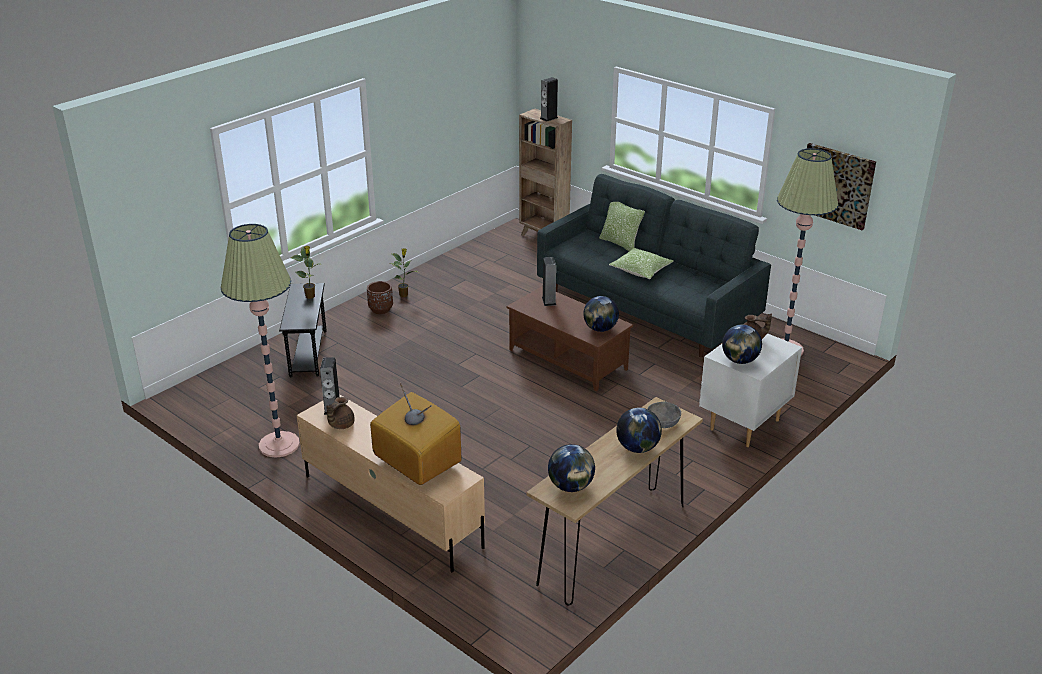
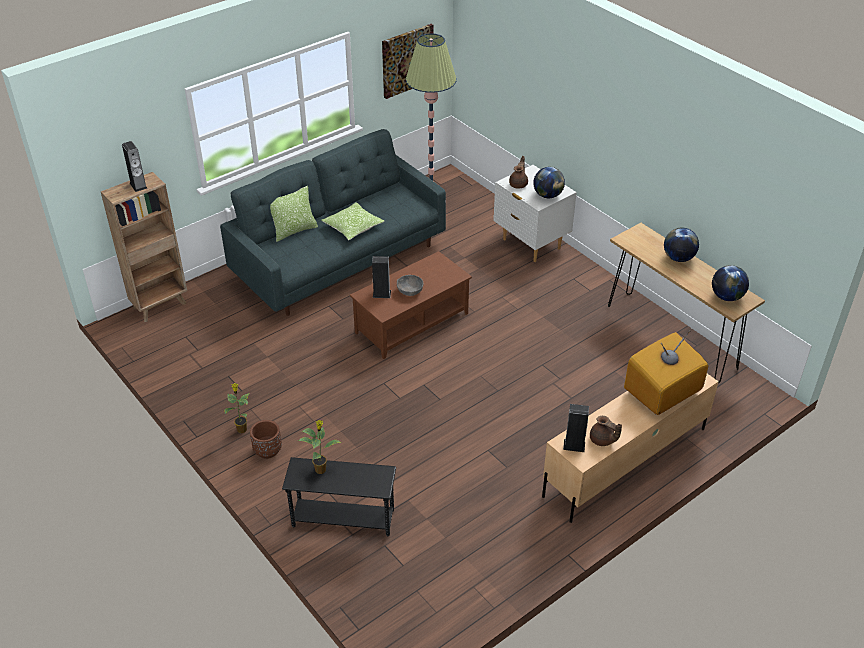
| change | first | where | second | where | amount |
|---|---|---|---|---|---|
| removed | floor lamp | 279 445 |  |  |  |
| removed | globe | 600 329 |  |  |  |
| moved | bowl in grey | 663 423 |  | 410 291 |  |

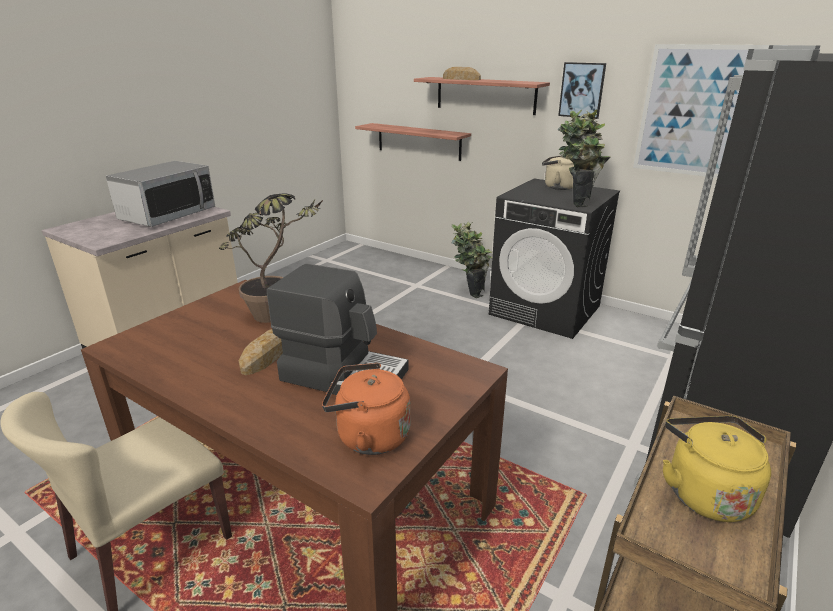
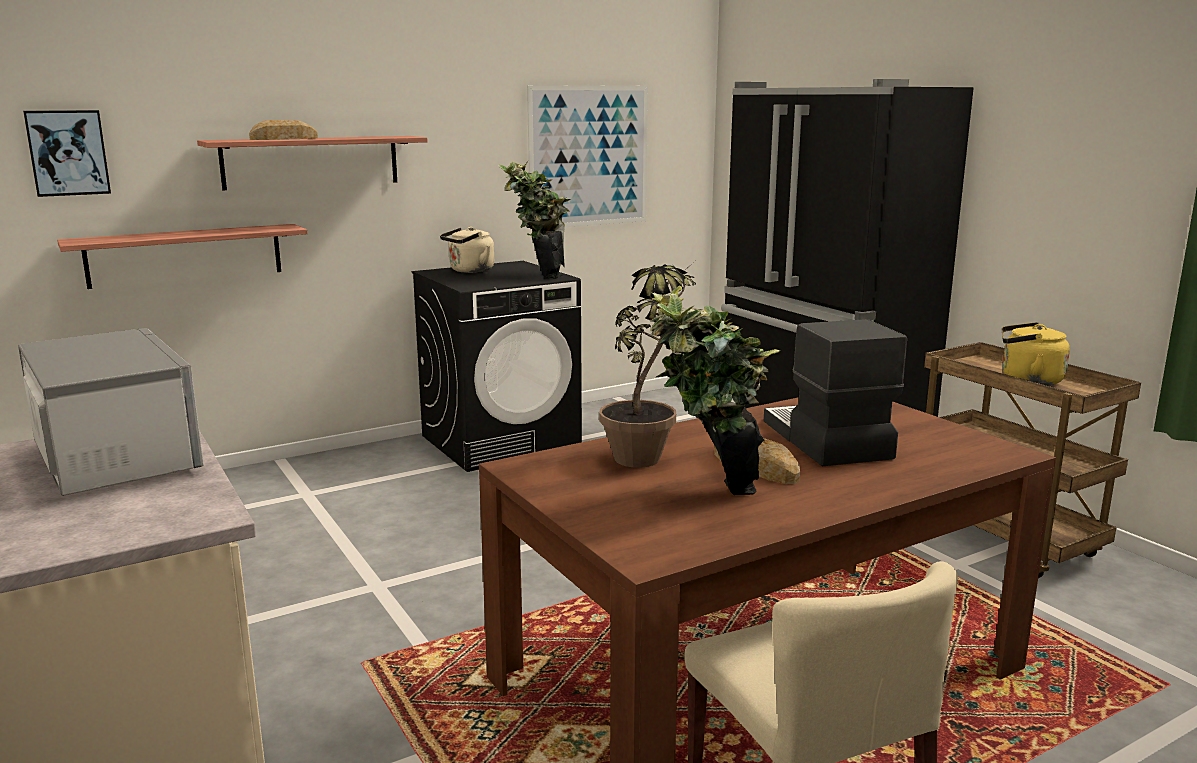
| change | first | where | second | where | amount |
|---|---|---|---|---|---|
| moved | picture | 582 90 |  | 68 153 |  |
| moved | potted plant | 468 292 |  | 708 493 |  |
| turned | coffee machine | 344 374 |  | 825 440 | 60 degrees counterclockwise |
| removed | kettle in orange | 368 436 |  |  |  |

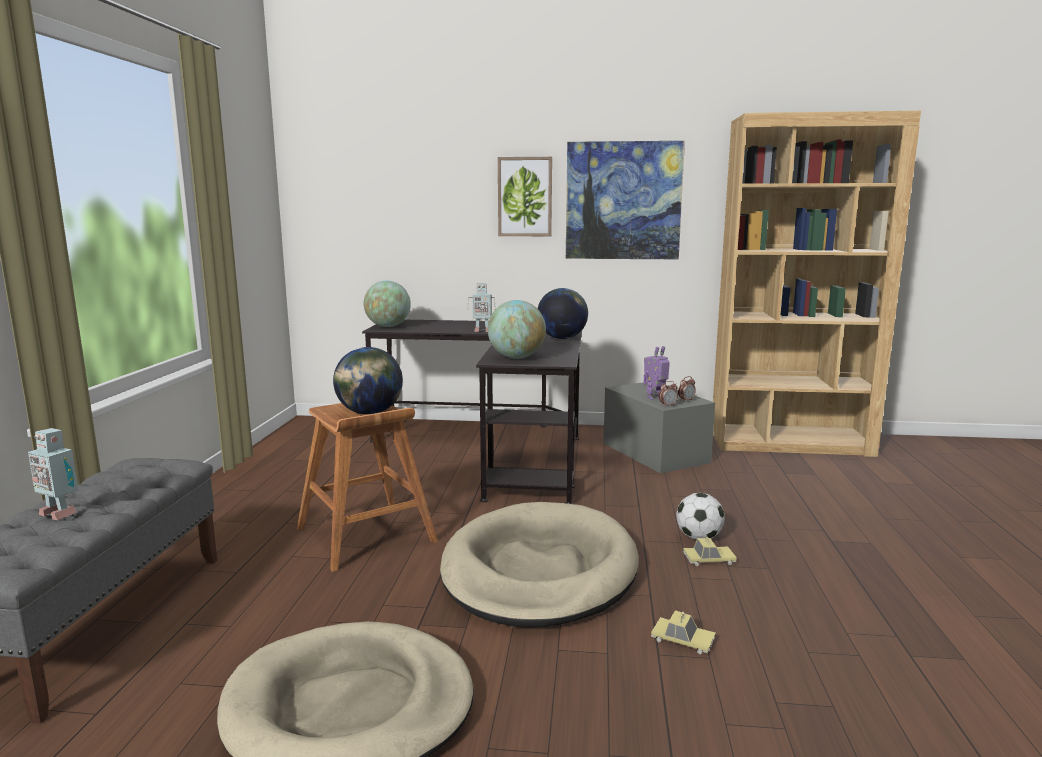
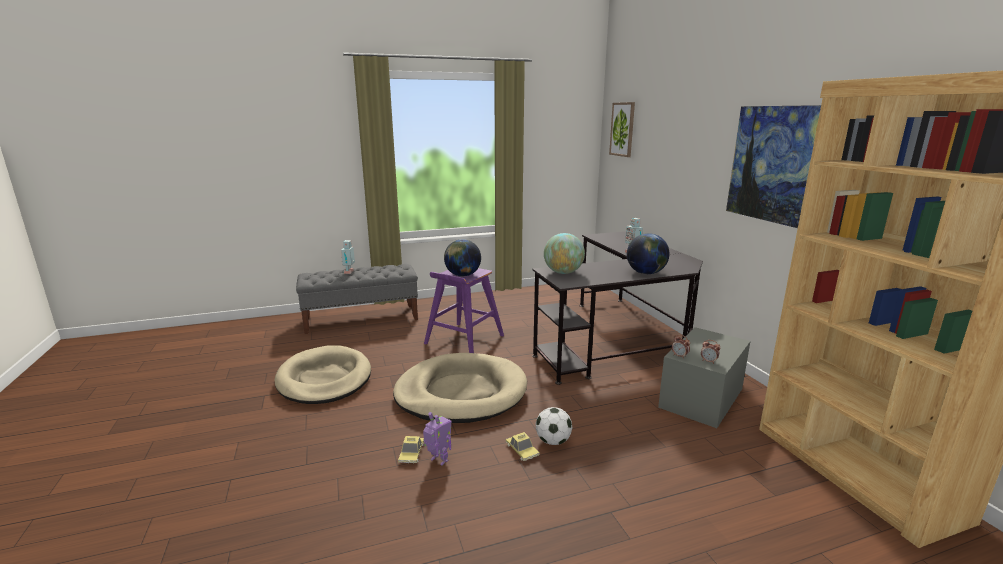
| change | first | where | second | where | amount |
|---|---|---|---|---|---|
| moved | picture | 525 197 |  | 622 129 |  |
| removed | globe | 388 326 |  |  |  |
| moved | toy robot | 655 397 |  | 438 460 |  |
| recoloured | stool in brown | 366 535 | stool in purple | 464 340 |  |

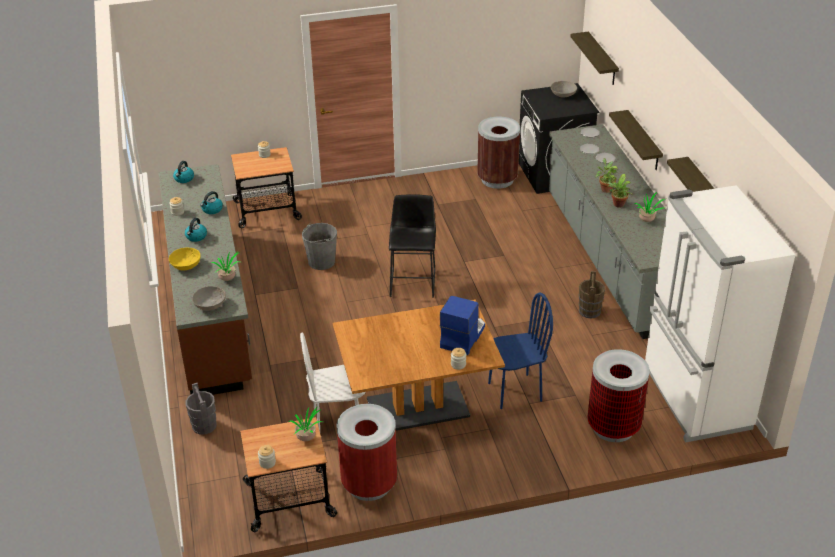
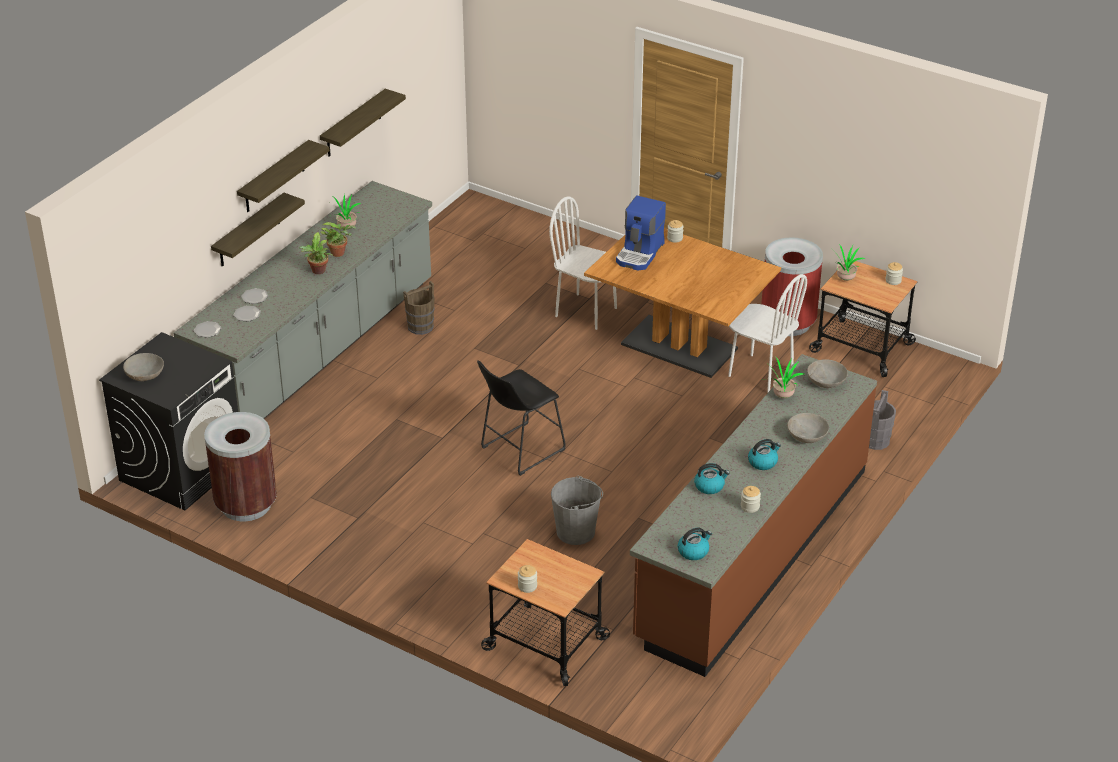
| change | first | where | second | where | amount |
|---|---|---|---|---|---|
| moved | shelf | 602 59 |  | 274 177 |  |
| removed | fridge in white | 694 399 |  |  |  |
| recoloured | bowl in yellow | 185 265 | bowl in grey | 807 436 |  |
| recoloured | chair in blue | 514 391 | chair in white | 586 312 |  |
| turned | coffee machine | 462 336 |  | 640 253 | 45 degrees counterclockwise |
| removed | trash can | 613 427 |  |  |  |

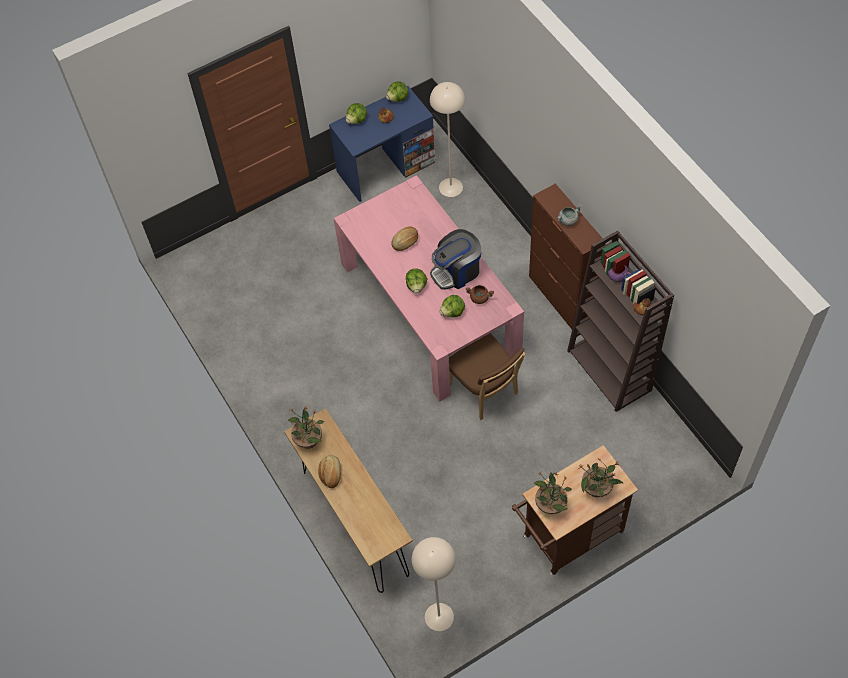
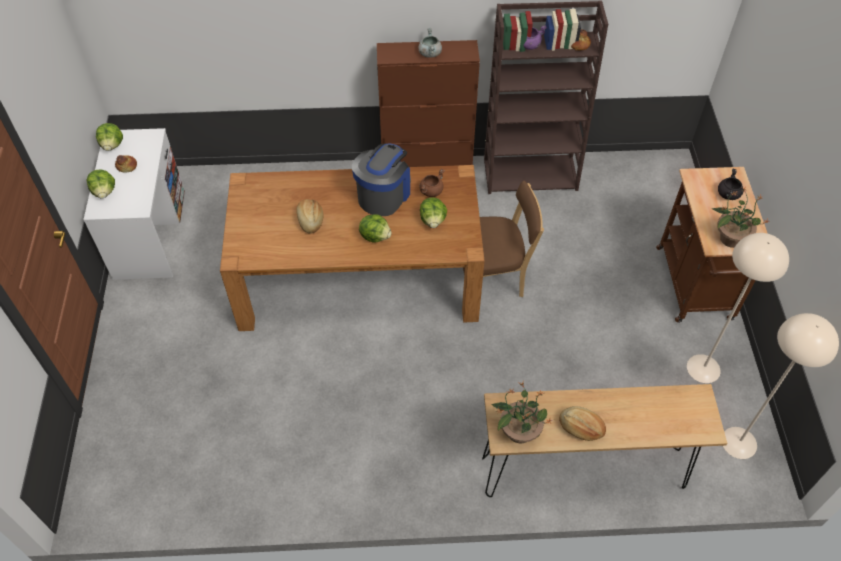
| change | first | where | second | where | amount |
|---|---|---|---|---|---|
| moved | floor lamp in beige | 451 187 |  | 703 368 |  |
| recoloured | desk in blue | 386 167 | desk in white | 150 233 |  |
| recoloured | dining table in pink | 429 308 | dining table in brown | 358 278 |  |
| turned | coffee machine | 457 271 |  | 383 195 | 150 degrees counterclockwise |
| replaced | potted plant | 597 489 | cooking pot in black | 728 195 |  |

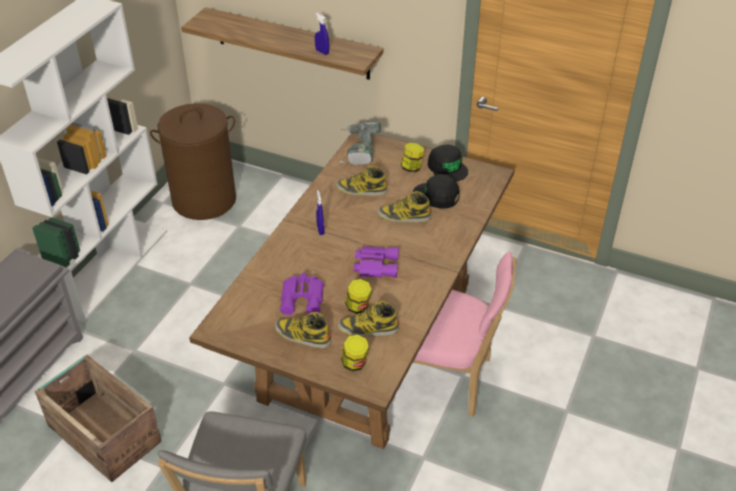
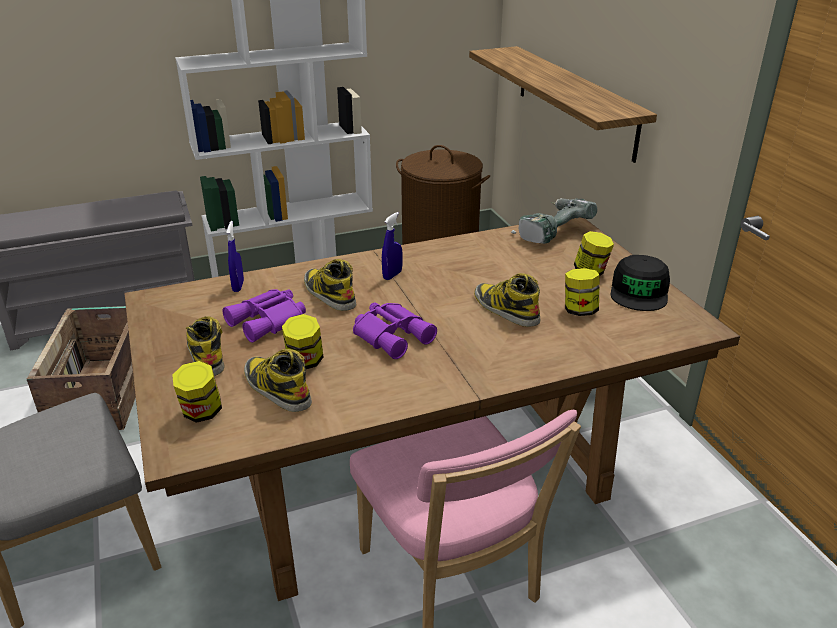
| change | first | where | second | where | amount |
|---|---|---|---|---|---|
| moved | spray bottle in blue | 322 52 |  | 238 286 |  |
| moved | boot | 361 190 |  | 328 294 |  |
| replaced | cap in black | 436 196 | jar | 579 310 |  |

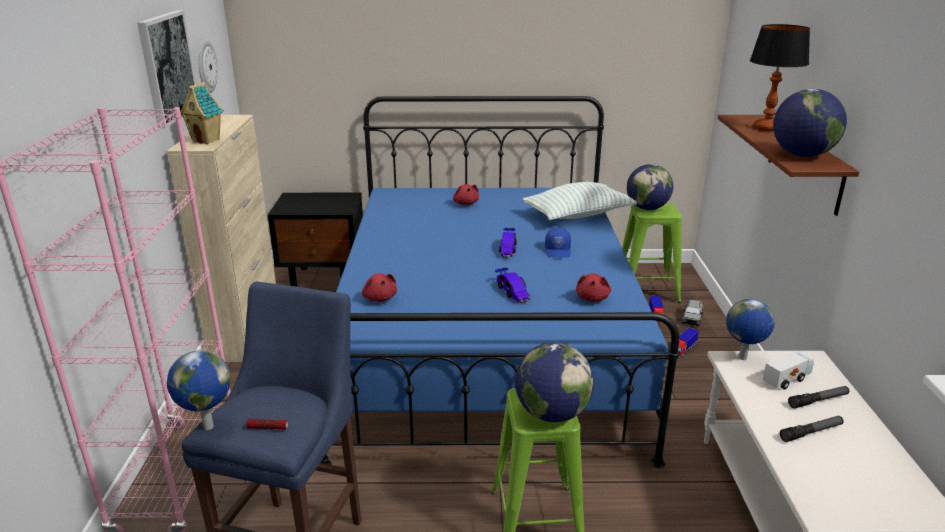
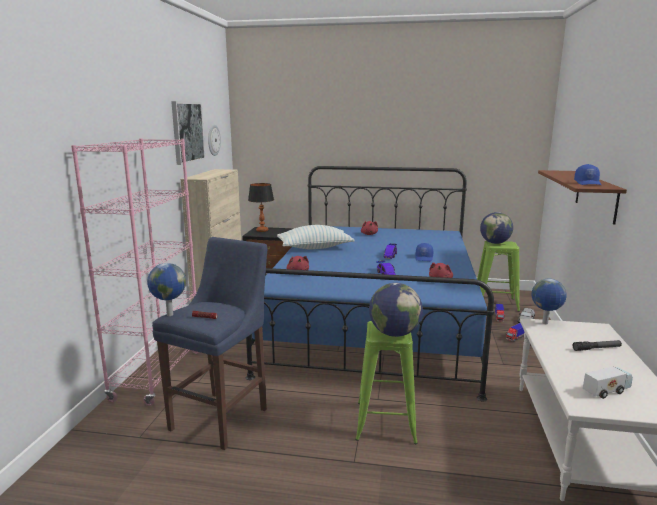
| change | first | where | second | where | amount |
|---|---|---|---|---|---|
| moved | table lamp | 766 128 |  | 262 230 |  |
| removed | toy house | 207 141 |  |  |  |
| replaced | globe | 802 155 | cap in blue | 588 183 |  |
| moved | pillow | 578 215 |  | 315 248 |  |
| moved | toy truck | 786 378 |  | 606 390 |  |
| removed | flashlight | 811 432 |  |  |  |

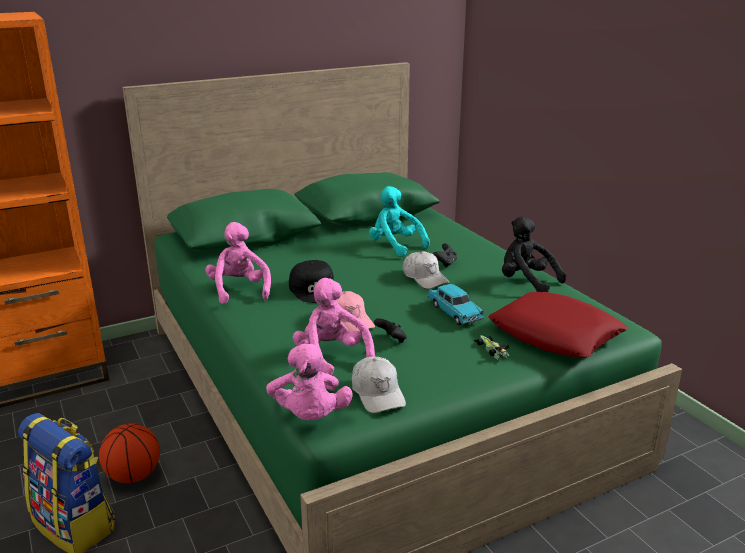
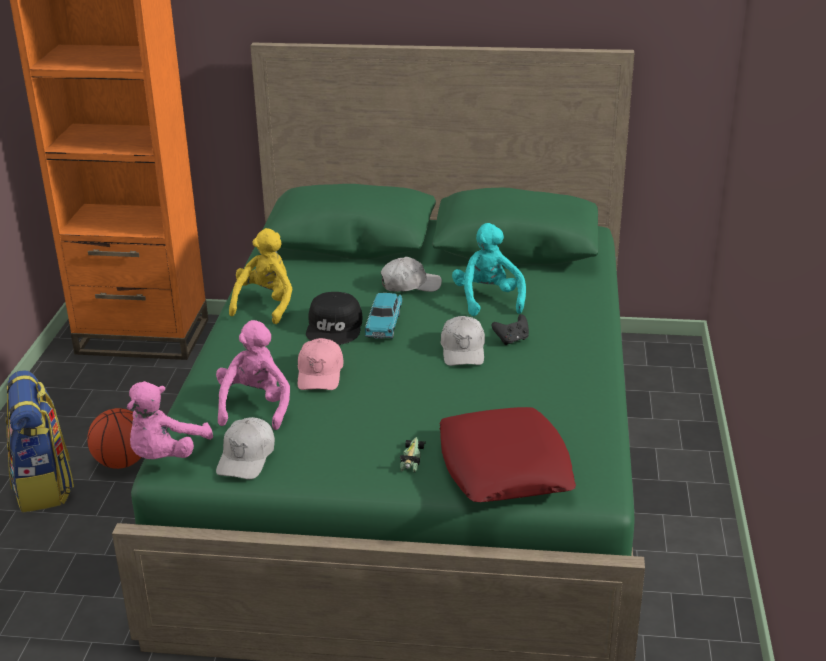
| change | first | where | second | where | amount |
|---|---|---|---|---|---|
| removed | plush toy in black | 526 282 |  |  |  |
| recoloured | plush toy in pink | 239 290 | plush toy in yellow | 266 304 |  |
| moved | toy car in turquoise | 454 313 |  | 384 325 |  |
| removed | game controller in black | 391 340 |  |  |  |
| added |  |  | cap in white | 410 285 |  |

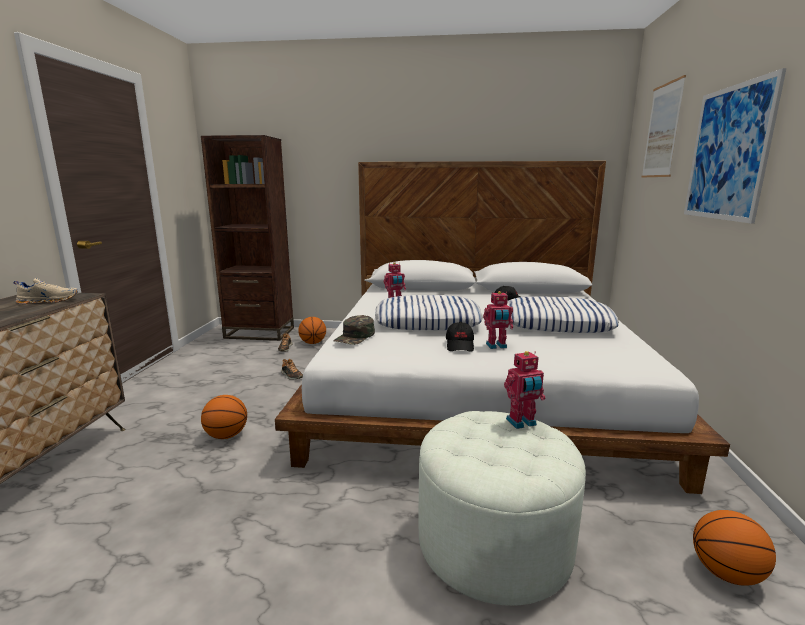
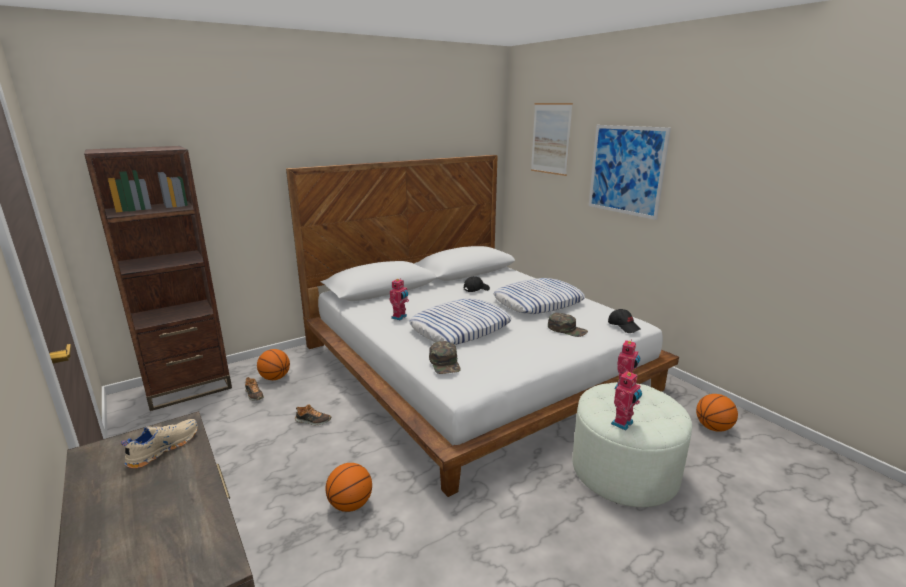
| change | first | where | second | where | amount |
|---|---|---|---|---|---|
| moved | toy robot | 496 346 |  | 623 424 |  |
| moved | cap in black | 460 345 |  | 623 326 |  |
| added |  |  | cap in green | 567 329 |  |

